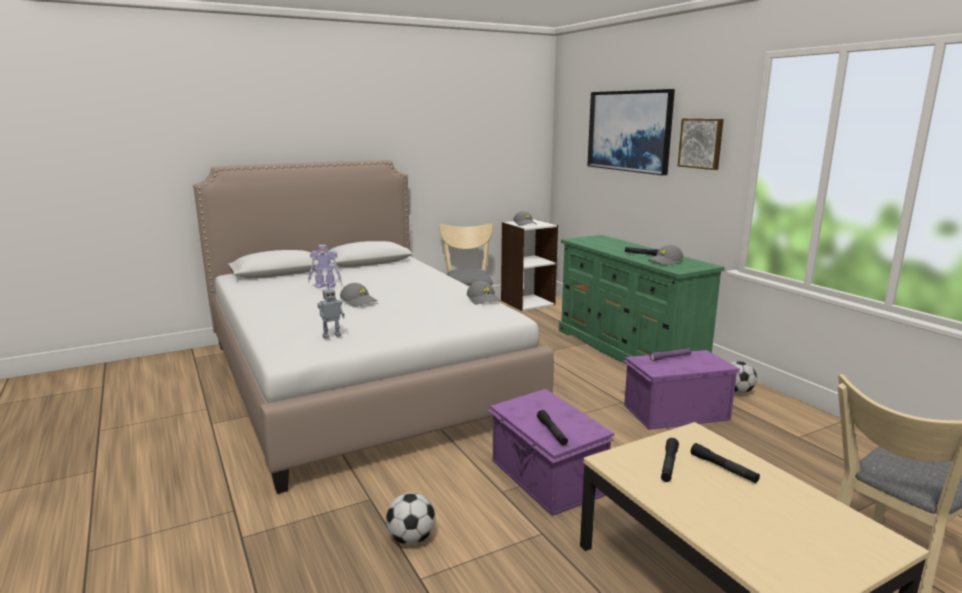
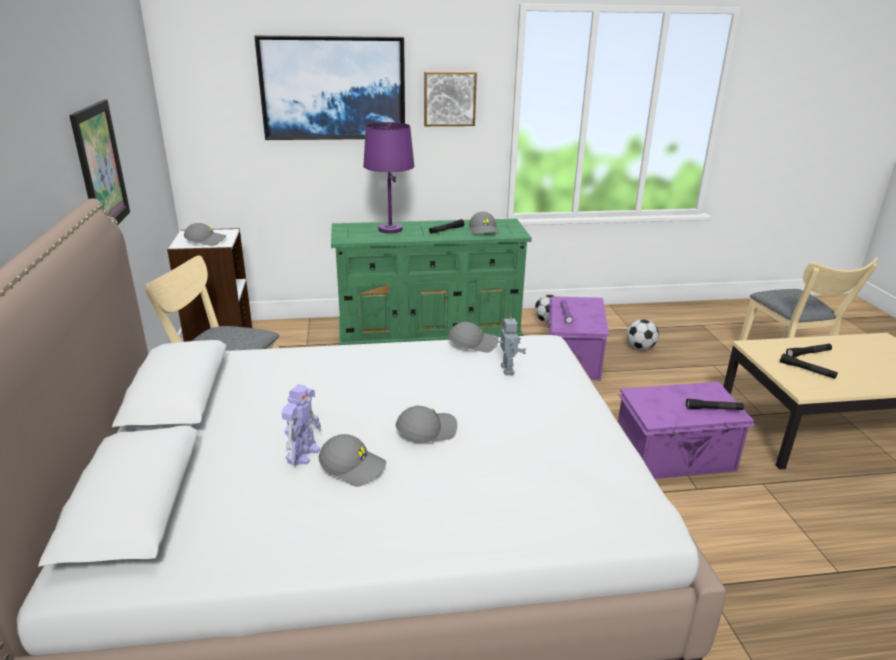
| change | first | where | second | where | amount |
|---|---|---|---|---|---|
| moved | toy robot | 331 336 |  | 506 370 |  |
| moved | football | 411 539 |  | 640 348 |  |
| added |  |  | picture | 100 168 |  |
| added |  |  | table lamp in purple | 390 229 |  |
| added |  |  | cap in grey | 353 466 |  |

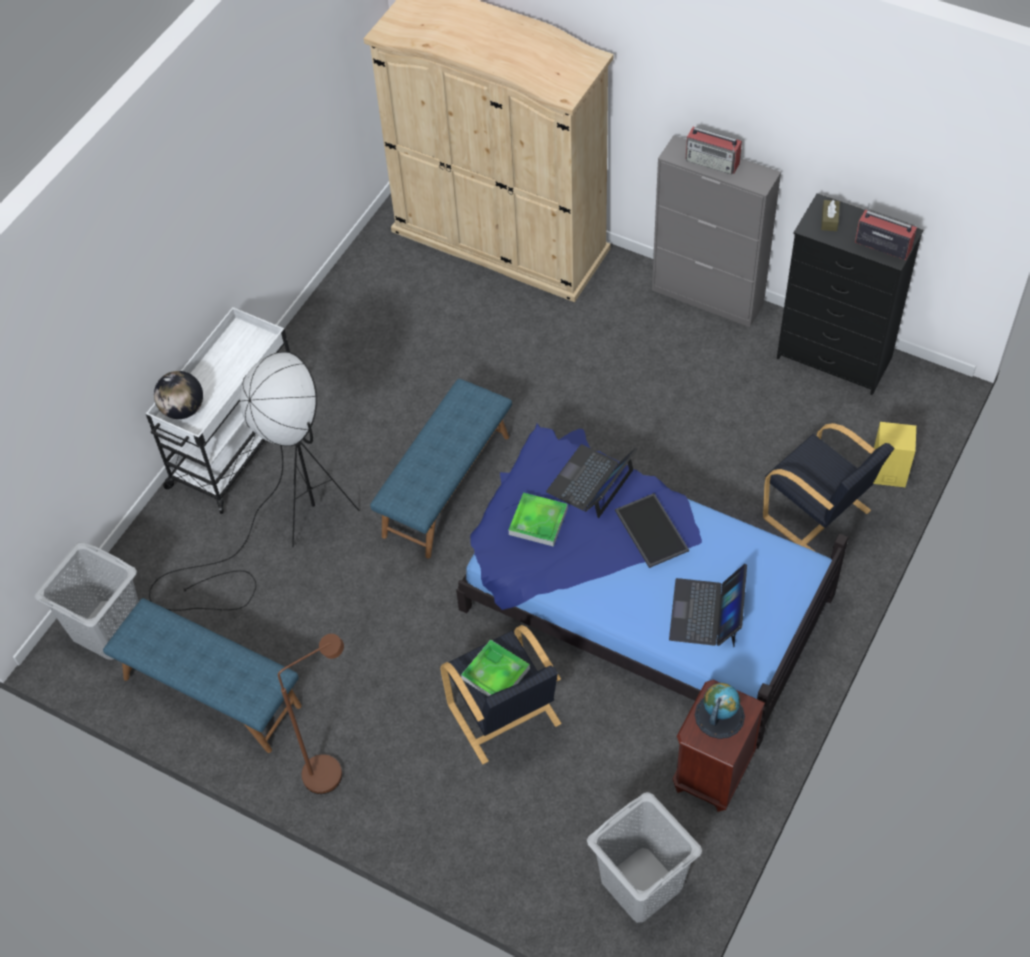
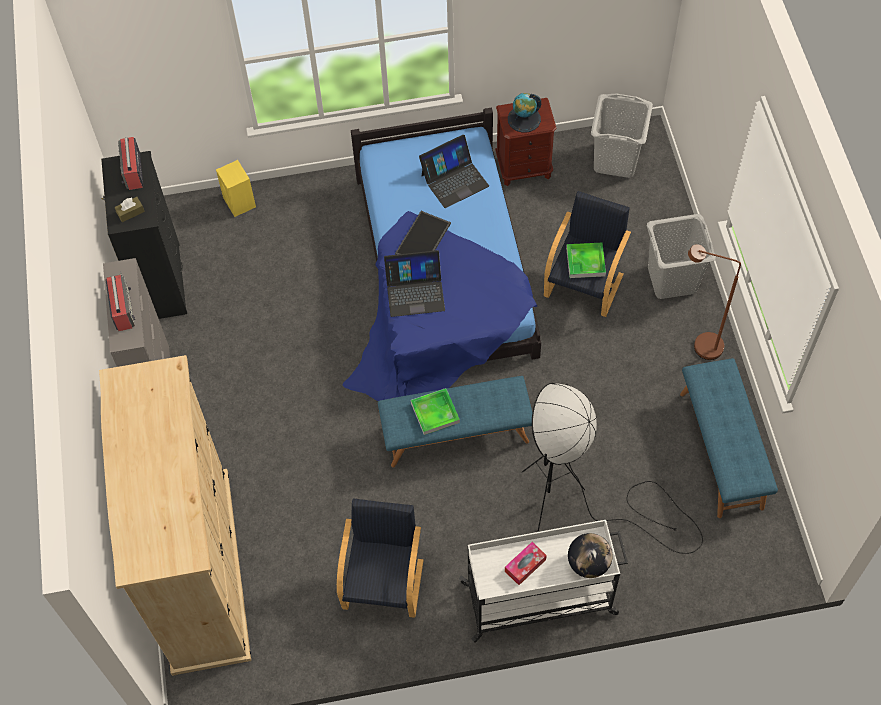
| change | first | where | second | where | amount |
|---|---|---|---|---|---|
| moved | armchair in black | 817 516 |  | 384 583 |  |
| moved | tray | 538 521 |  | 435 413 |  |
| moved | laundry basket in grey | 107 630 |  | 672 280 |  |
| added |  |  | tissue box | 525 565 |  |

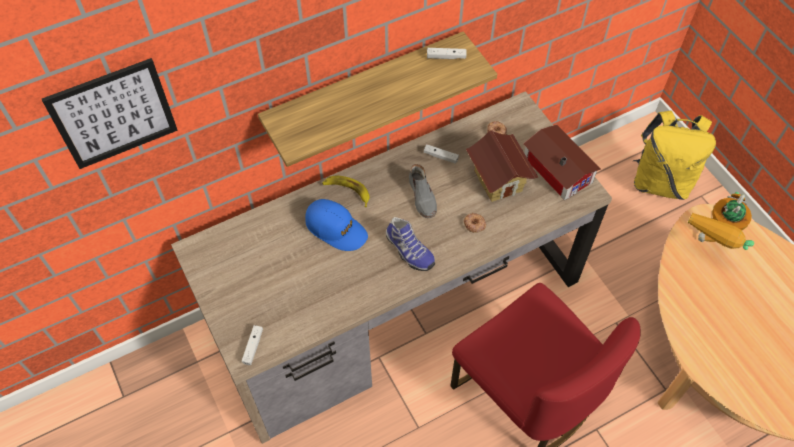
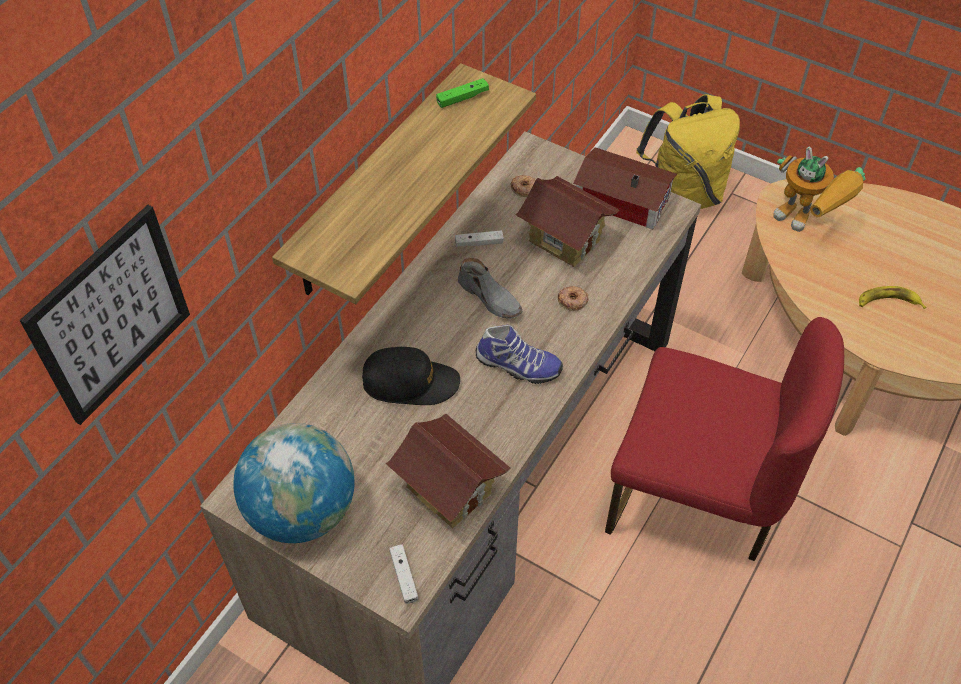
| change | first | where | second | where | amount |
|---|---|---|---|---|---|
| recoloured | game controller in white | 446 57 | game controller in green | 462 98 |  |
| moved | banana | 347 191 |  | 888 302 |  |
| turned | toy robot | 711 245 |  | 807 222 | 45 degrees counterclockwise |
| recoloured | cap in blue | 336 228 | cap in black | 410 382 |  |
| added |  |  | toy house | 449 489 |  |
| added |  |  | globe | 302 510 |  |

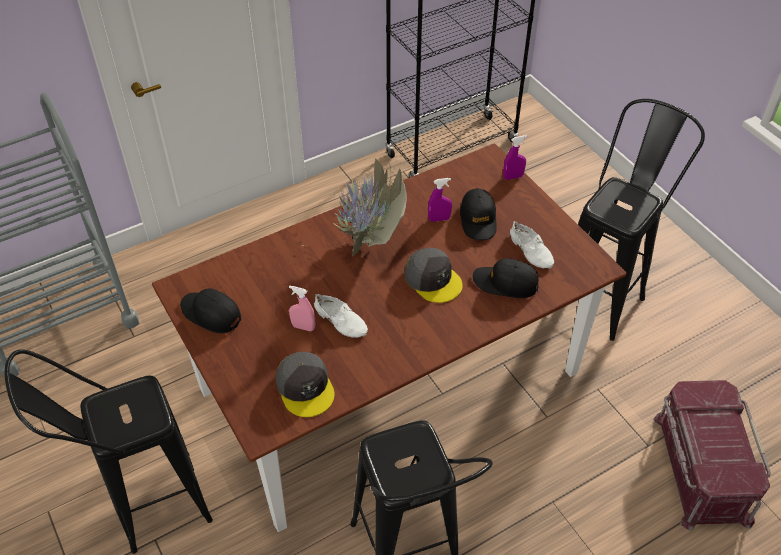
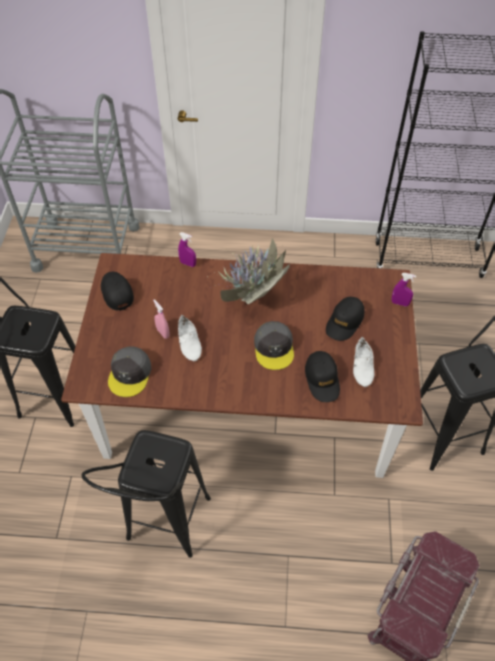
| change | first | where | second | where | amount |
|---|---|---|---|---|---|
| moved | spray bottle in purple | 439 219 |  | 188 263 |  |
| turned | cap in black | 505 283 |  | 322 379 | 150 degrees counterclockwise |

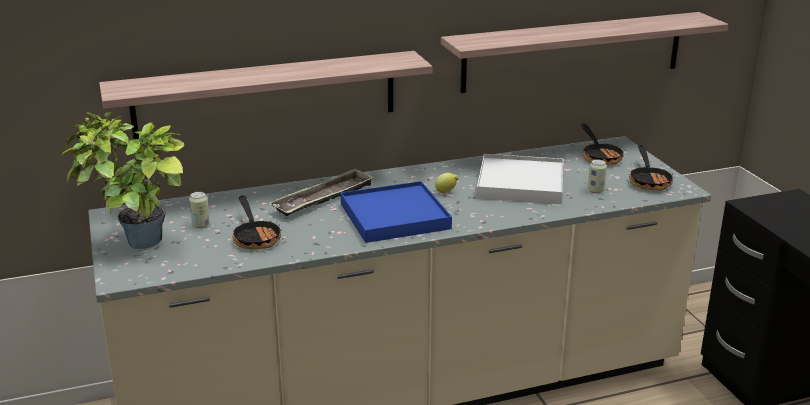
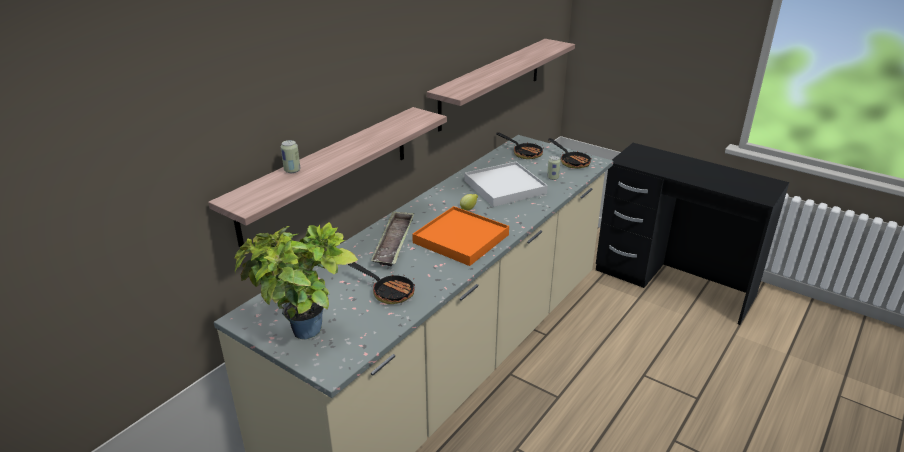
| change | first | where | second | where | amount |
|---|---|---|---|---|---|
| recoloured | tray in blue | 394 216 | tray in orange | 461 239 |  |
| moved | can | 201 225 |  | 292 170 |  |

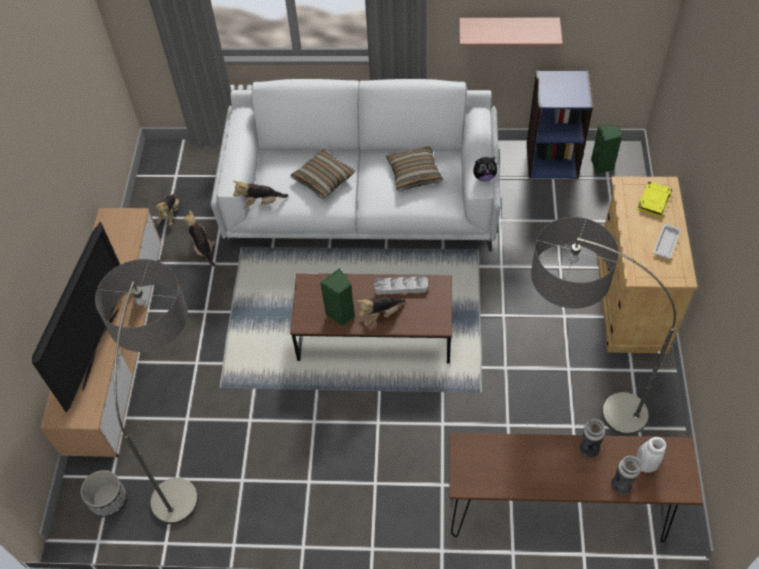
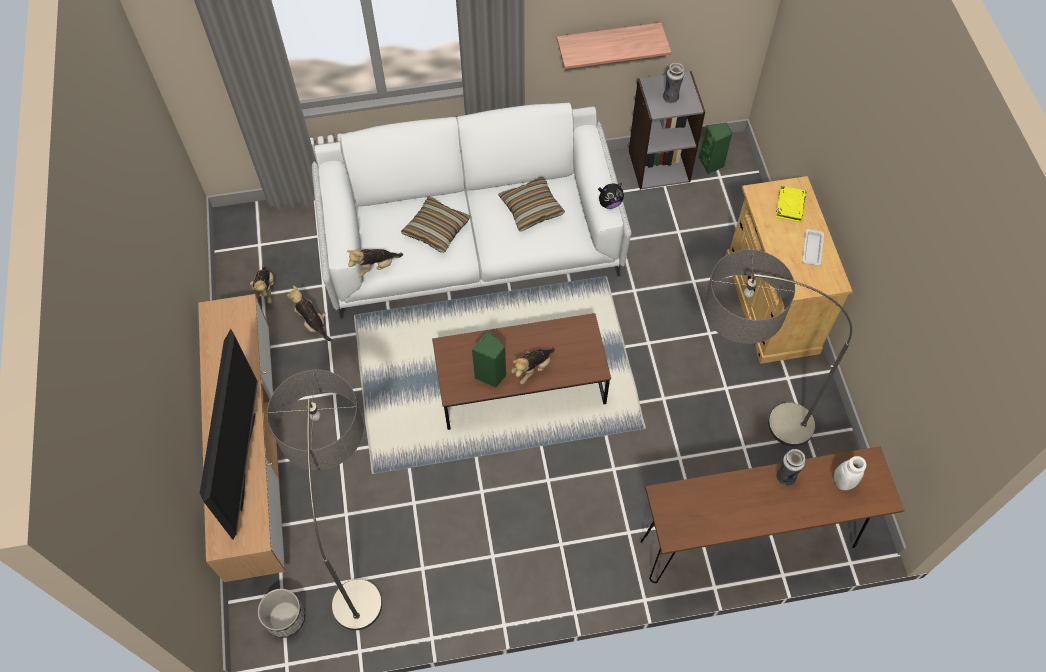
| change | first | where | second | where | amount |
|---|---|---|---|---|---|
| recoloured | bookcase in blue | 552 160 | bookcase in grey | 659 165 |  |
| removed | tray in grey | 401 287 |  |  |  |
| moved | vase | 621 485 |  | 671 98 |  |

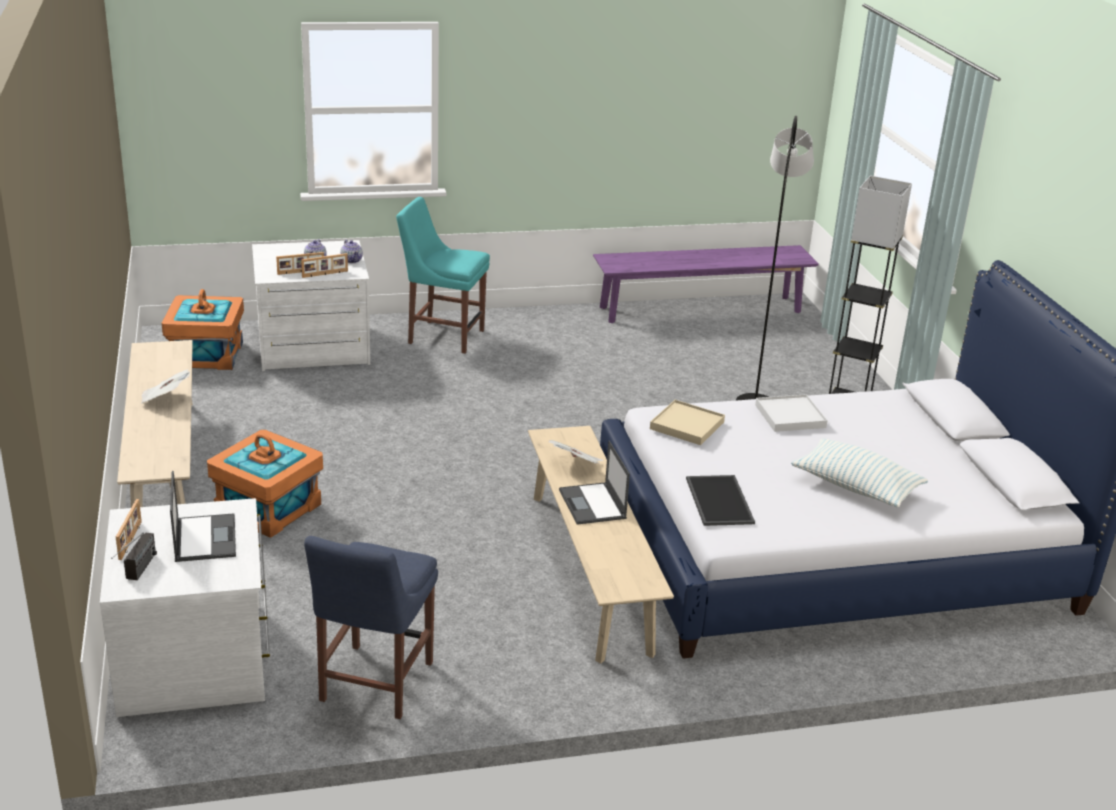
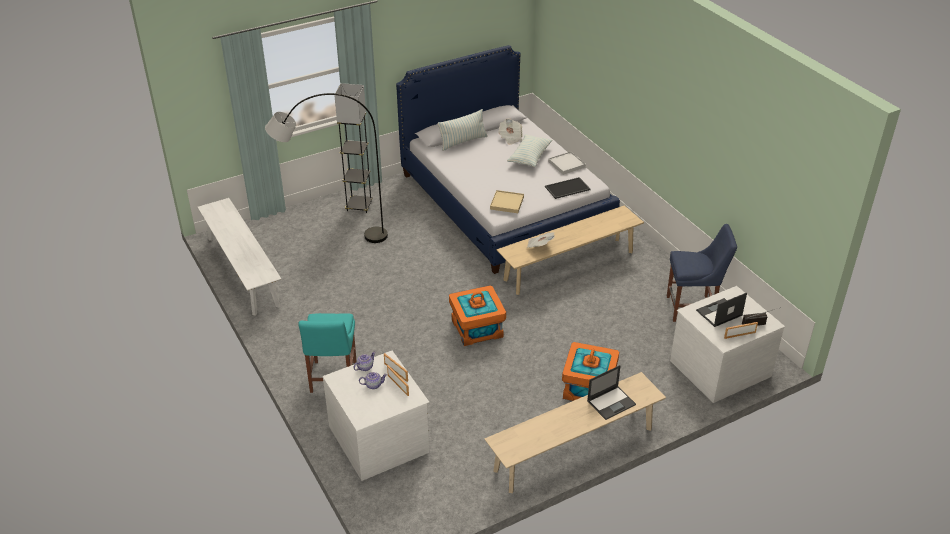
| change | first | where | second | where | amount |
|---|---|---|---|---|---|
| recoloured | bench in purple | 700 309 | bench in white | 242 271 |  |
| moved | storage box in orange | 206 355 |  | 477 328 |  |
| moved | newspaper | 165 399 |  | 510 138 |  |
| moved | tray in white | 790 416 |  | 566 164 |  |
| moved | laptop | 593 504 |  | 611 402 |  |
| added |  |  | pillow | 463 142 |  |

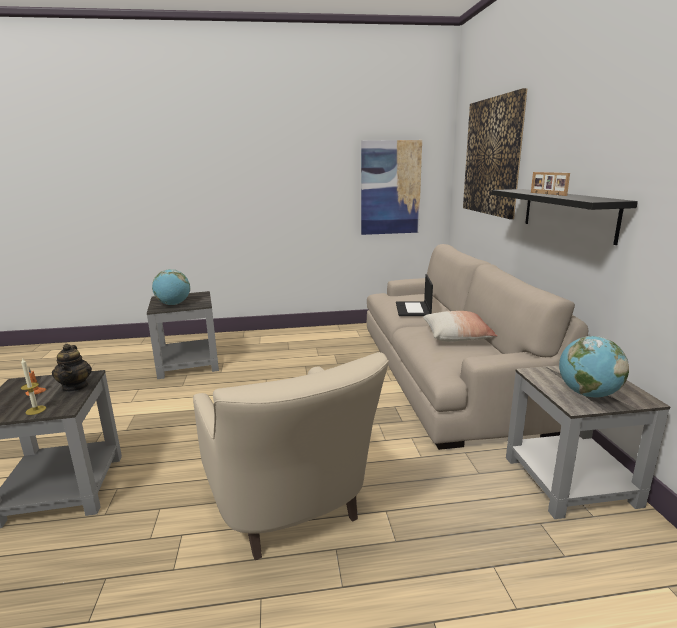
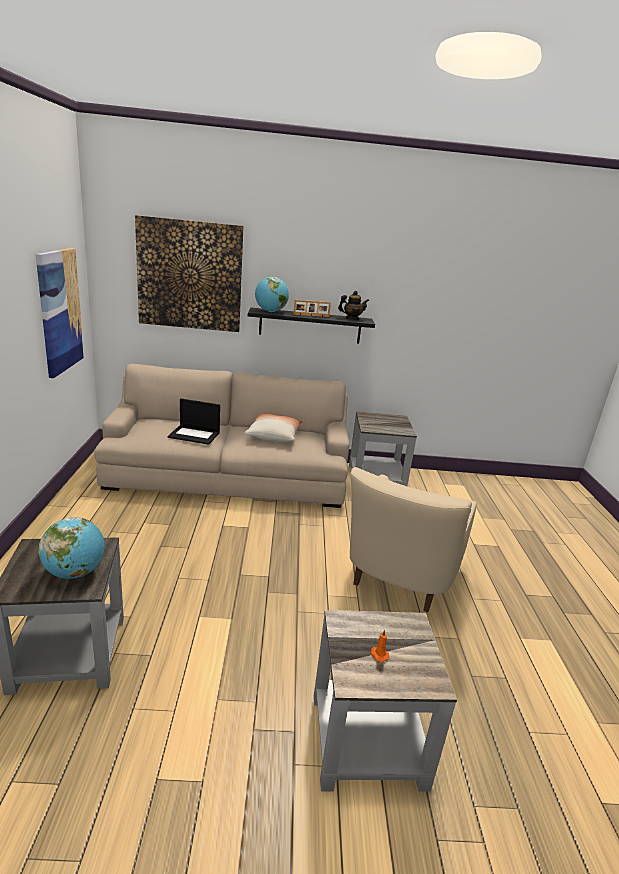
| change | first | where | second | where | amount |
|---|---|---|---|---|---|
| moved | globe | 587 394 |  | 270 311 |  |
| moved | teapot | 76 386 |  | 351 319 |  |
| turned | armchair in beige | 291 509 |  | 399 579 | 135 degrees clockwise |
| removed | candle | 36 410 |  |  |  |

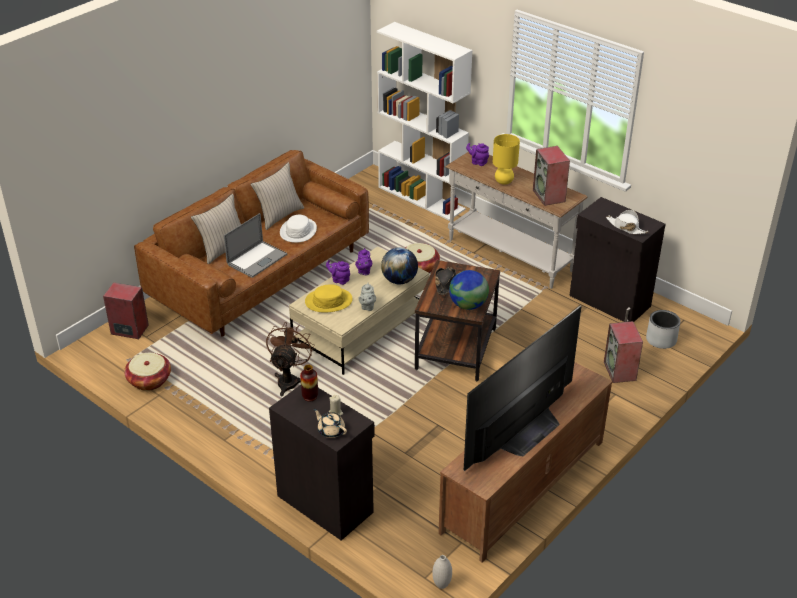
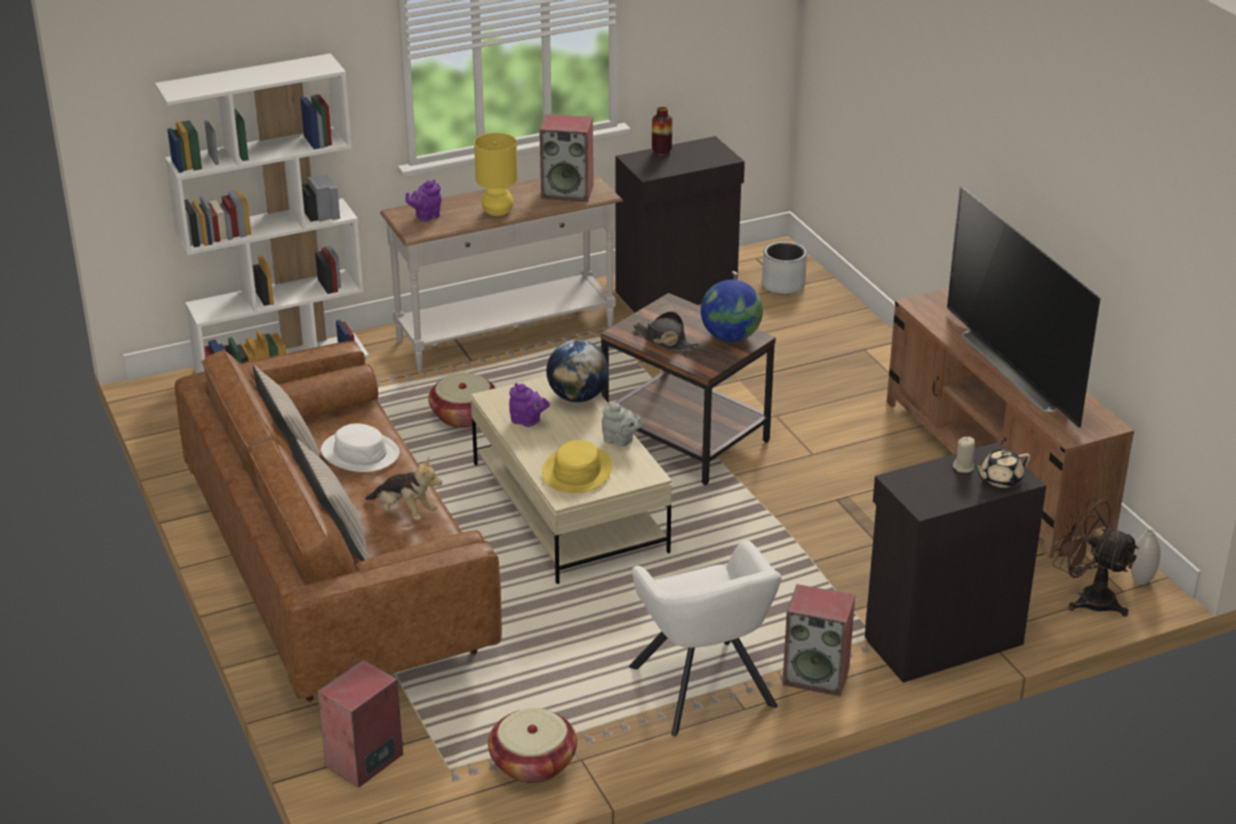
| change | first | where | second | where | amount |
|---|---|---|---|---|---|
| removed | hat in white | 626 227 |  |  |  |
| replaced | laptop | 257 259 | plush toy | 405 512 |  |
| removed | teapot in purple | 339 280 |  |  |  |
| moved | speaker | 620 371 |  | 817 676 |  |
| moved | fan in brown | 289 380 |  | 1087 598 |  |
| moved | vase | 310 396 |  | 661 152 |  |
| added |  |  | armchair in white | 705 690 |  |

